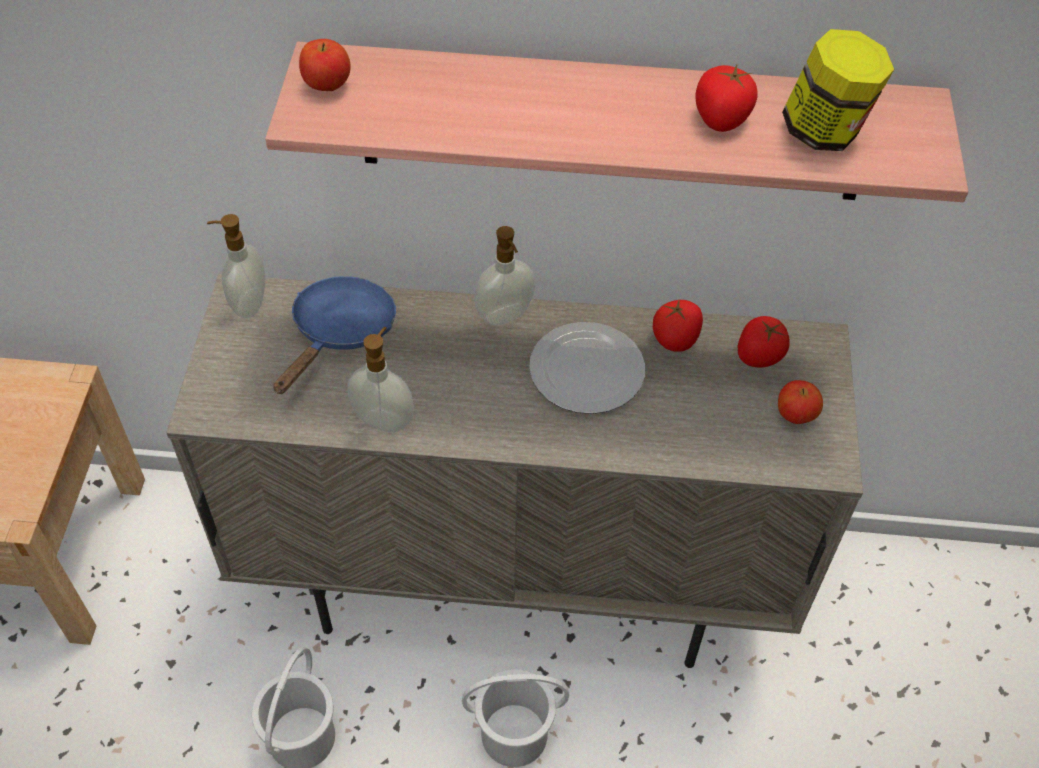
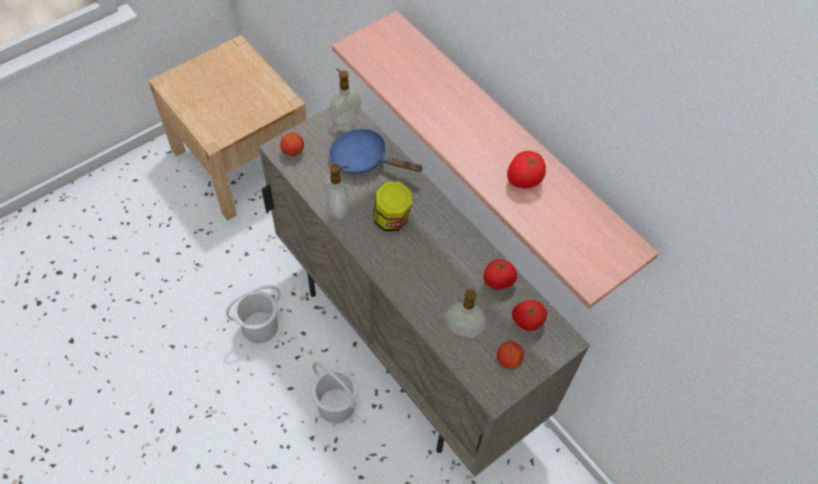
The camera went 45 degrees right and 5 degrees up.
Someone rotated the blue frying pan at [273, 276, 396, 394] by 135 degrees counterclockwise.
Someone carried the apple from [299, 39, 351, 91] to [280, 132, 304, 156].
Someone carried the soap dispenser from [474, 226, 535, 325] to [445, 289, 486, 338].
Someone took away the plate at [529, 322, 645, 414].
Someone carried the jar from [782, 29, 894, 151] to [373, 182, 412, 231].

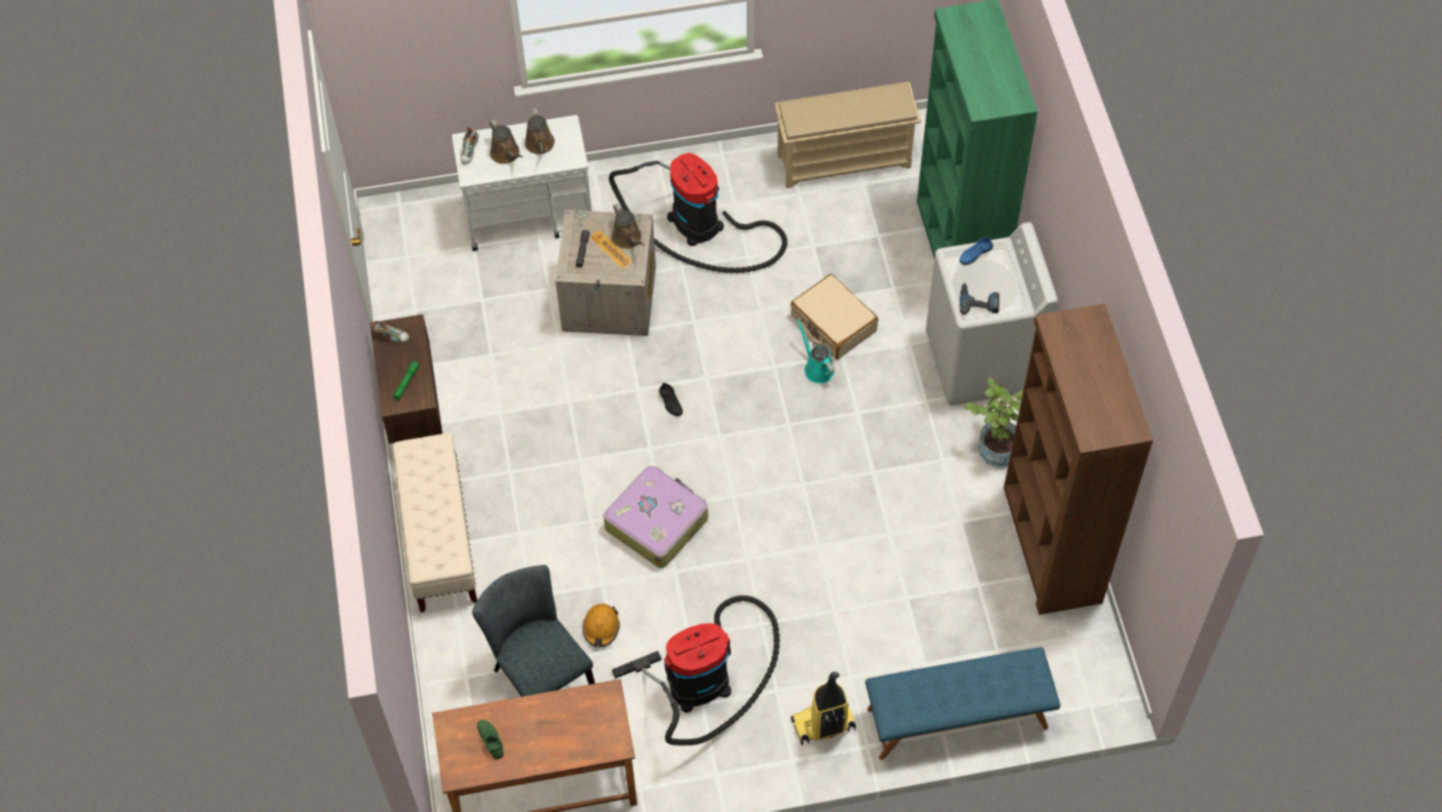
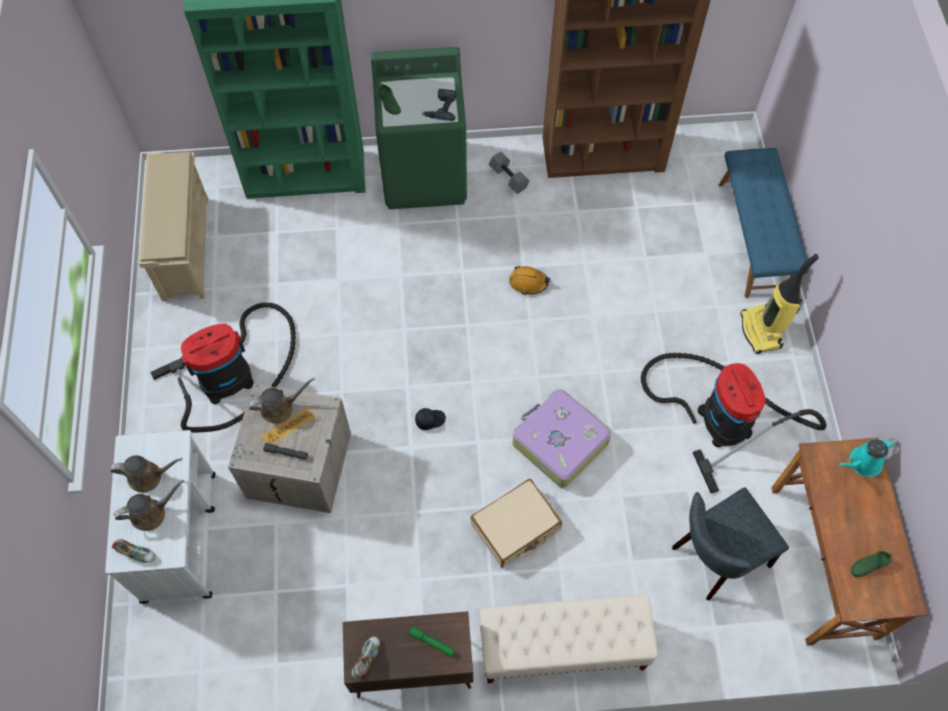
The camera went 85 degrees left and 5 degrees up.
Someone carried the orange hard hat from [582, 603, 620, 647] to [509, 266, 550, 295].
Someone swapped the black shoe at [659, 383, 683, 416] for the black cap at [415, 408, 446, 430].
Someone carried the beige suitcase from [791, 274, 878, 359] to [470, 479, 562, 568].
Someone carried the turquoise watering can from [797, 319, 834, 383] to [838, 438, 898, 477].
Someone repainted the white washing machine at [926, 222, 1058, 406], which became the green washing machine at [371, 47, 467, 209].
Someone repainted the blue shoe at [959, 237, 993, 265], which became the green shoe at [378, 84, 401, 115].
Someone swapped the potted plant at [964, 378, 1023, 468] for the grey dumbbell at [489, 152, 530, 194].

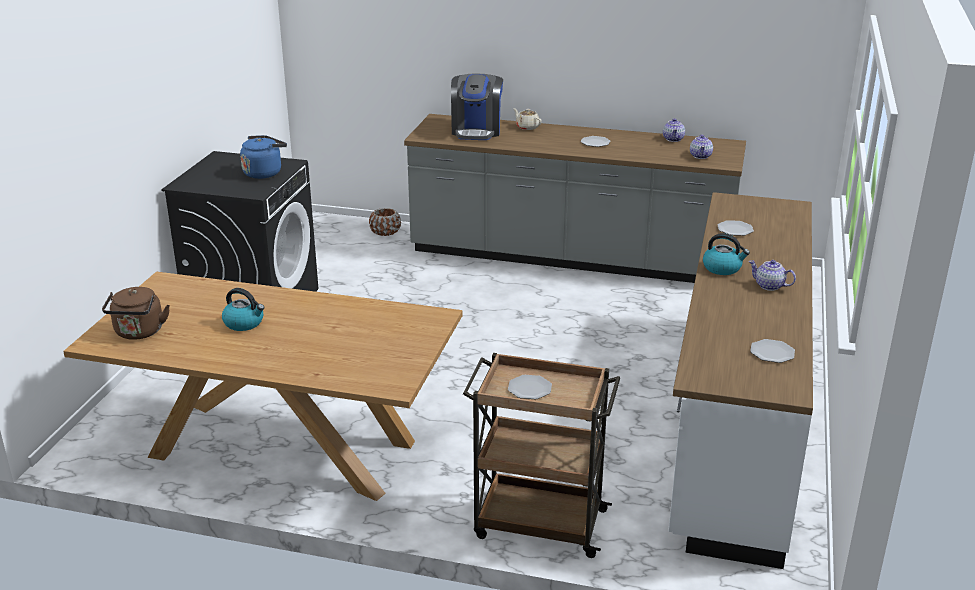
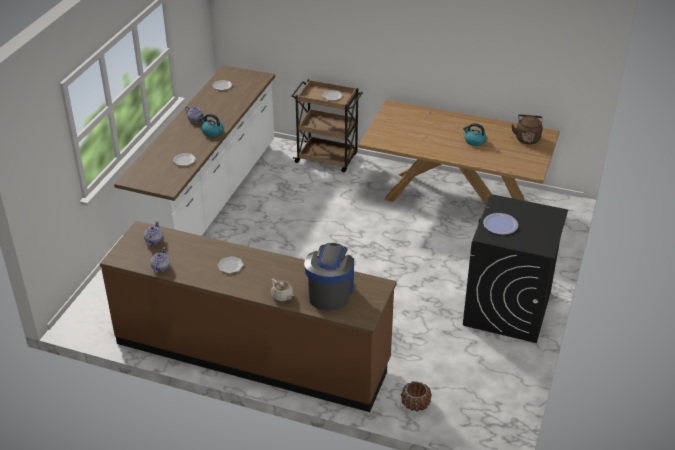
The camera went 175 degrees left and 10 degrees up.
Someone swapped the blue kettle at [240, 135, 287, 179] for the plate at [483, 213, 518, 235].
Someone repainted the grey counter at [404, 114, 746, 283], which became the brown counter at [100, 221, 397, 412].

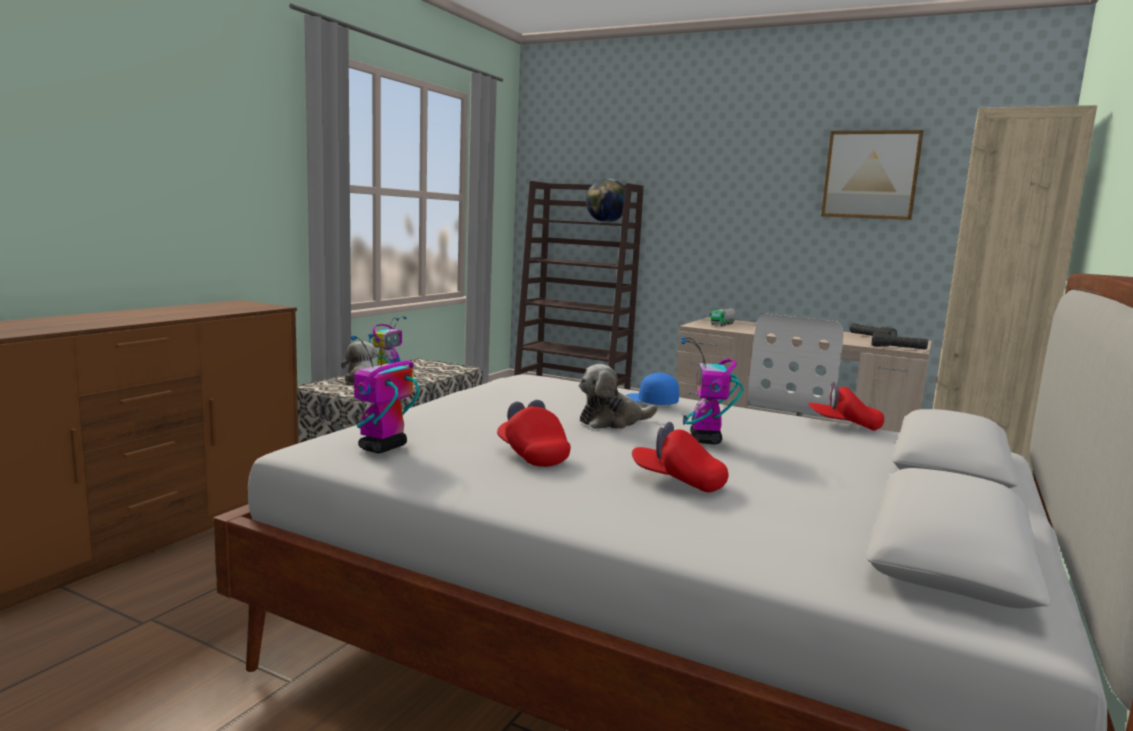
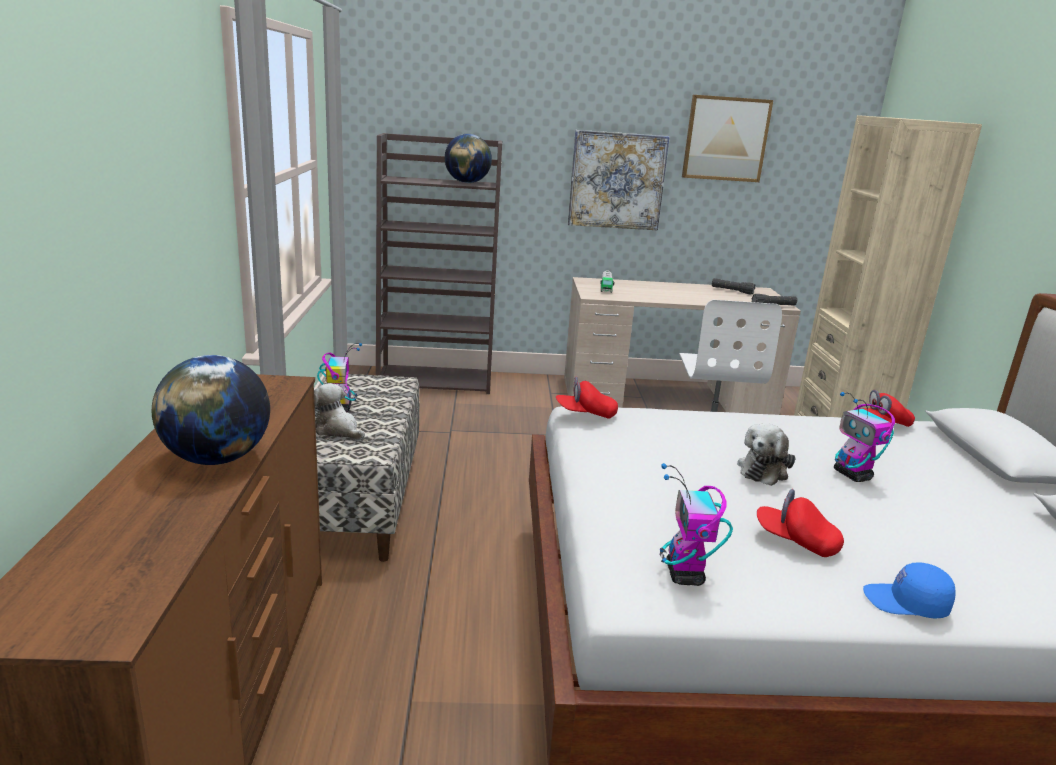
The camera went 30 degrees left and 10 degrees up.
Someone carried the blue cap from [626, 372, 679, 405] to [863, 562, 956, 619].
Someone carried the red cap from [632, 422, 728, 492] to [556, 377, 618, 418].
Someone put down the globe at [152, 355, 270, 465].
Someone put up the picture at [568, 130, 670, 230].

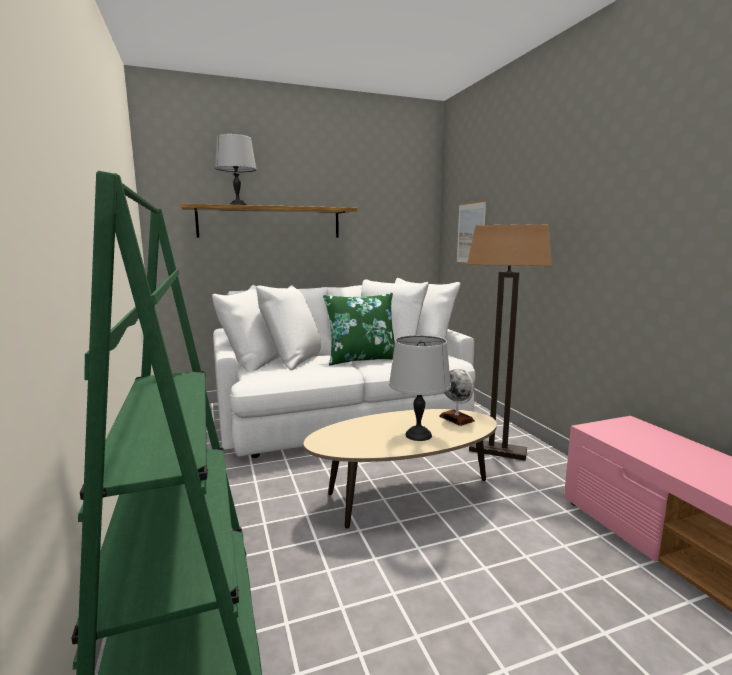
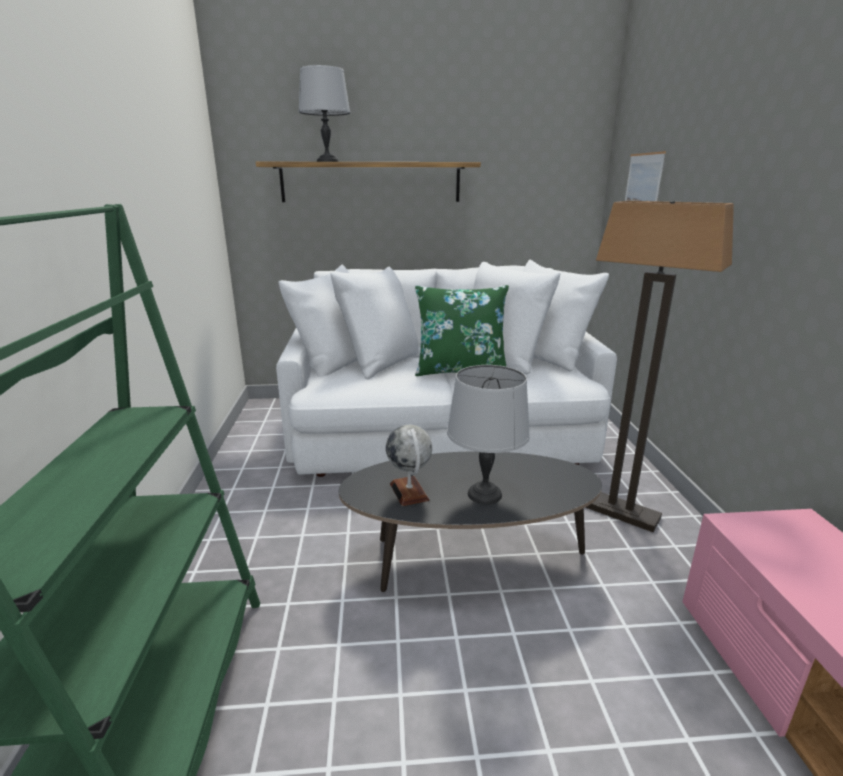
The camera went 15 degrees right and 10 degrees up.
Someone repainted the beige coffee table at [304, 409, 497, 528], which became the black coffee table at [339, 451, 602, 592].
Someone carried the globe from [439, 369, 475, 426] to [386, 425, 432, 506].

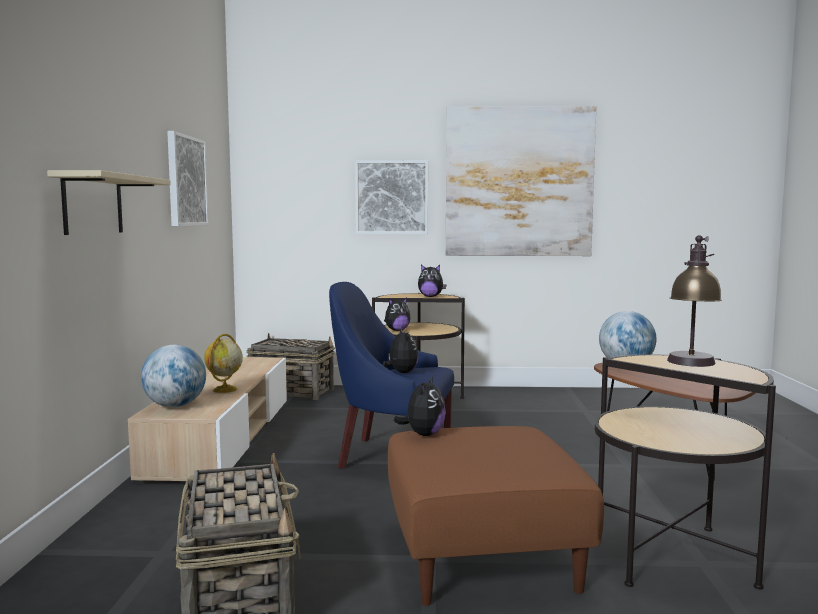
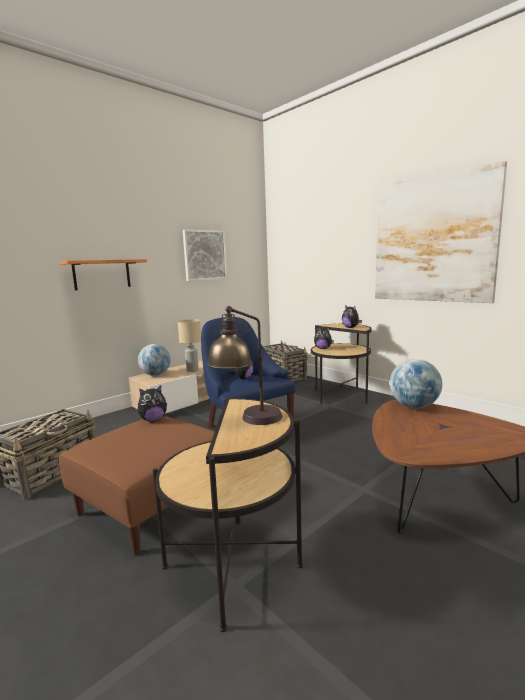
The camera went 45 degrees right and 5 degrees up.
Someone repainted the beige shelf at [47, 170, 171, 235], which became the orange shelf at [60, 259, 147, 290].
Someone swapped the globe at [204, 334, 243, 393] for the beige table lamp at [178, 319, 201, 372].
Someone took away the picture at [355, 160, 428, 234].

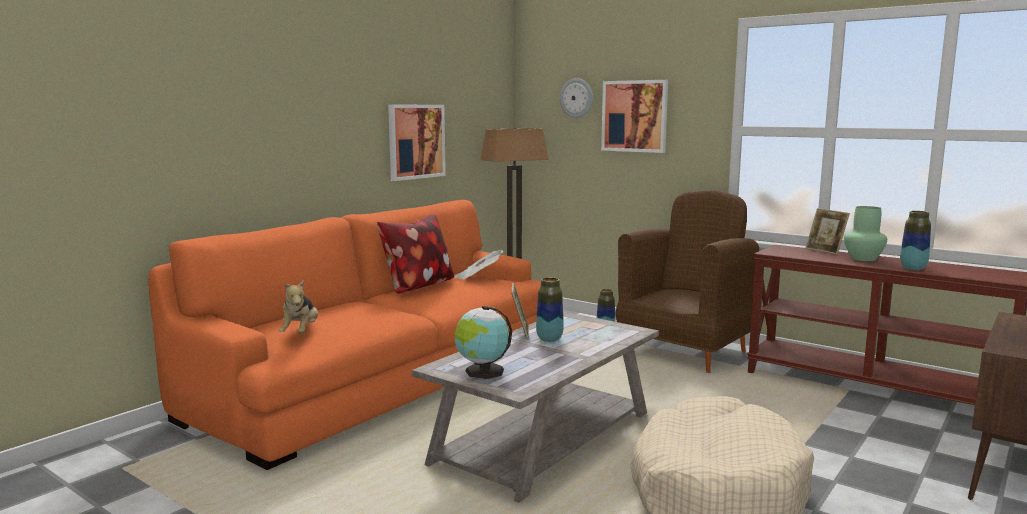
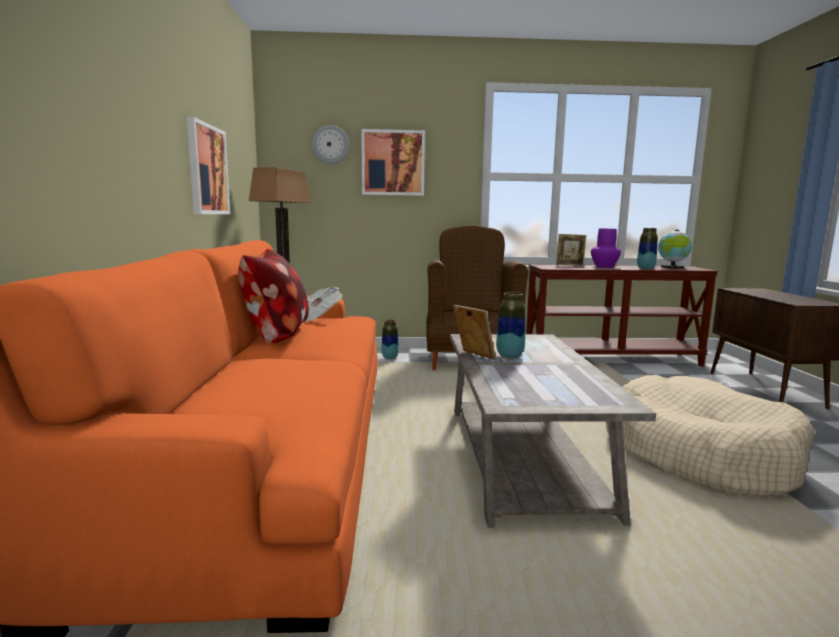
The camera went 40 degrees left and 0 degrees up.
Someone took away the plush toy at [279, 280, 318, 333].
Someone carried the globe from [455, 306, 512, 379] to [658, 230, 692, 269].
Someone repainted the green vase at [844, 206, 887, 261], which became the purple vase at [591, 229, 621, 268].

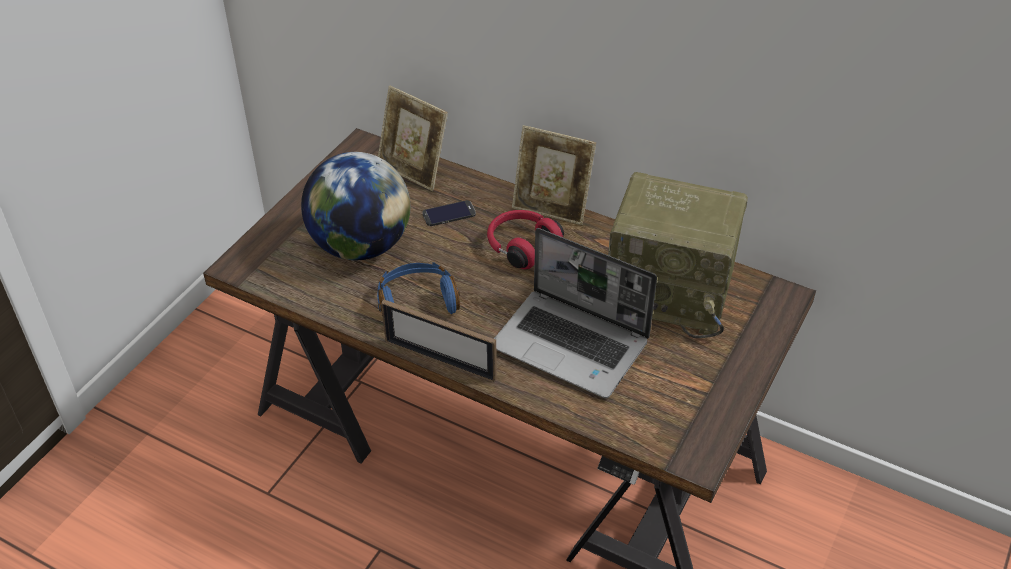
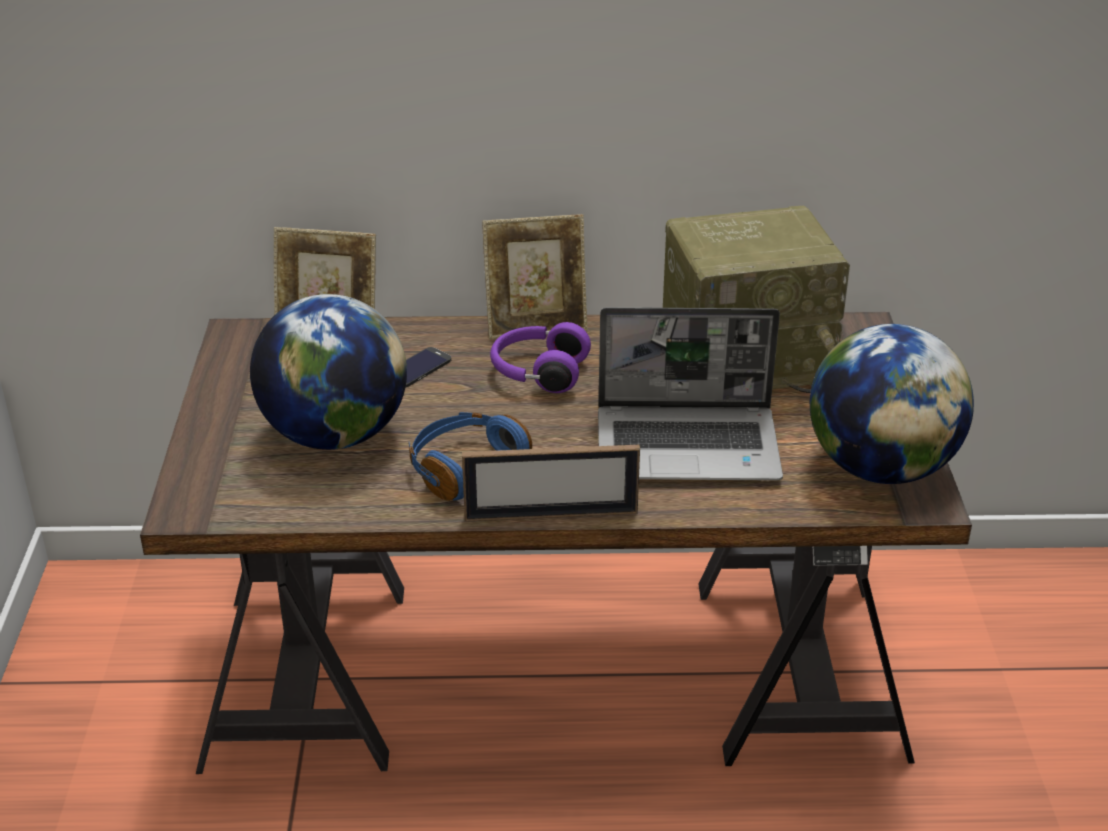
The camera went 30 degrees left and 10 degrees down.
Someone repainted the red headphones at [487, 210, 564, 270], which became the purple headphones at [490, 322, 591, 393].
Someone put down the globe at [810, 324, 974, 484].

